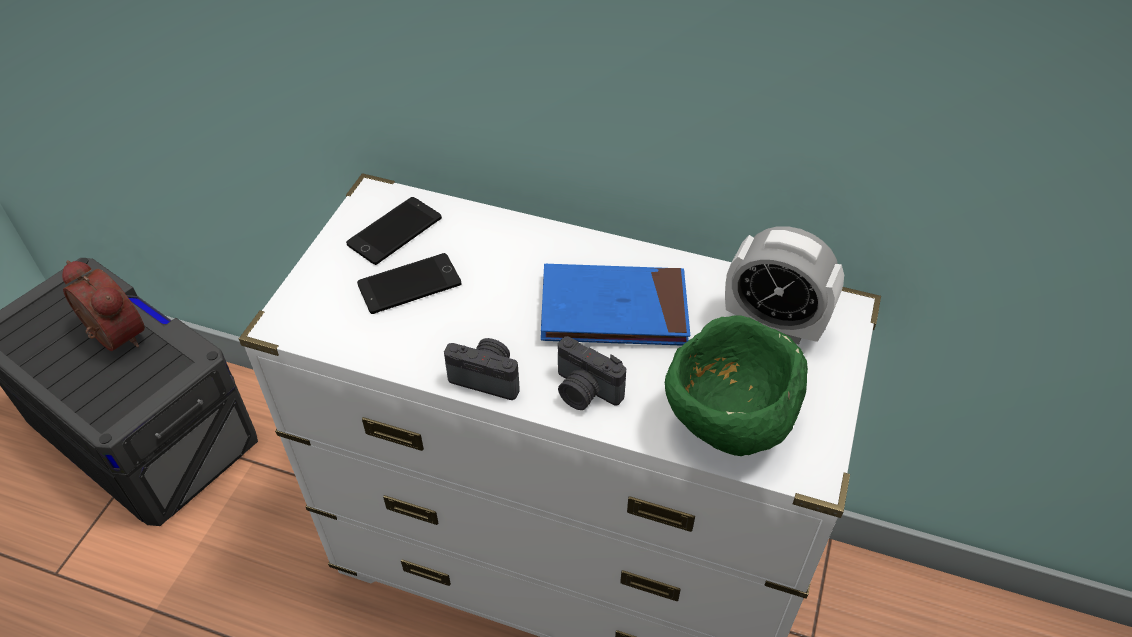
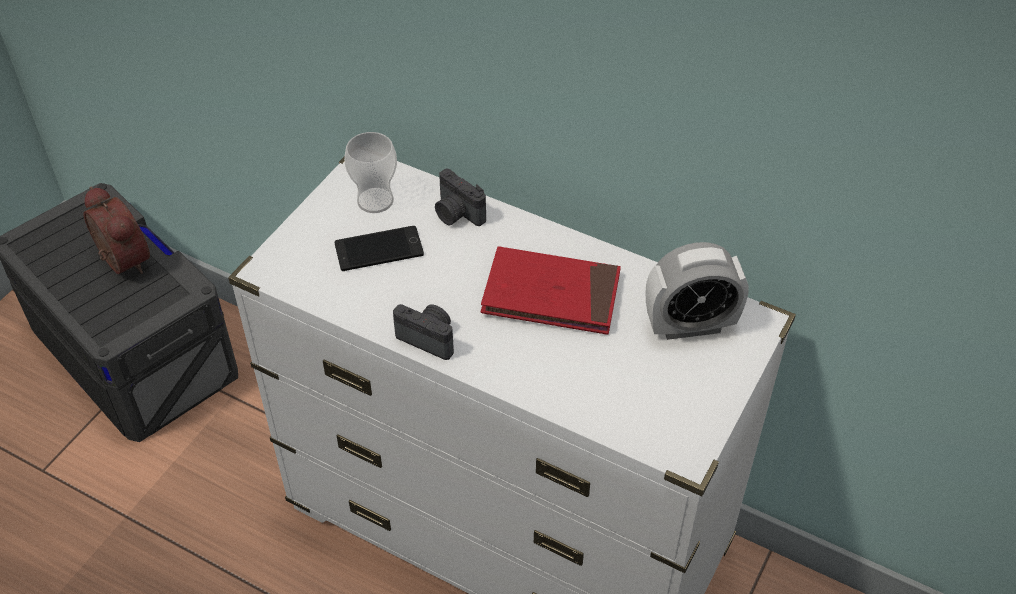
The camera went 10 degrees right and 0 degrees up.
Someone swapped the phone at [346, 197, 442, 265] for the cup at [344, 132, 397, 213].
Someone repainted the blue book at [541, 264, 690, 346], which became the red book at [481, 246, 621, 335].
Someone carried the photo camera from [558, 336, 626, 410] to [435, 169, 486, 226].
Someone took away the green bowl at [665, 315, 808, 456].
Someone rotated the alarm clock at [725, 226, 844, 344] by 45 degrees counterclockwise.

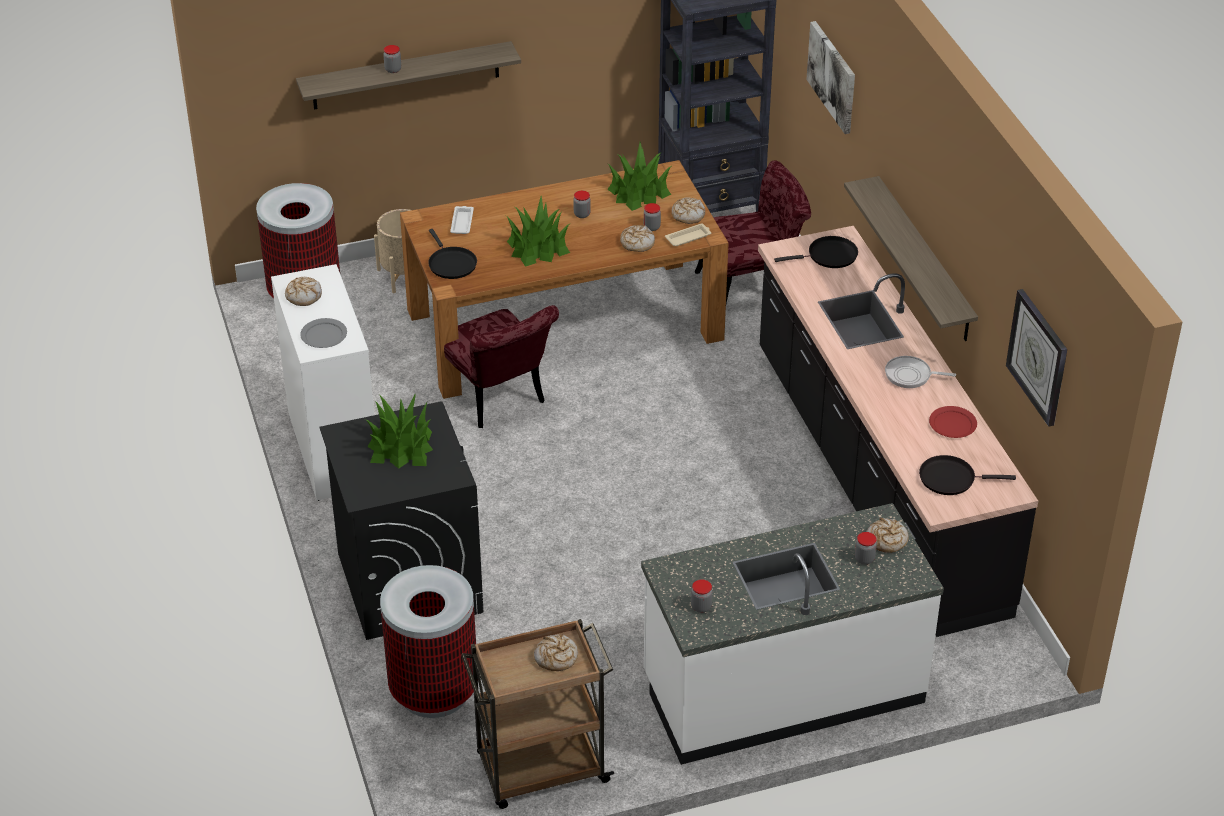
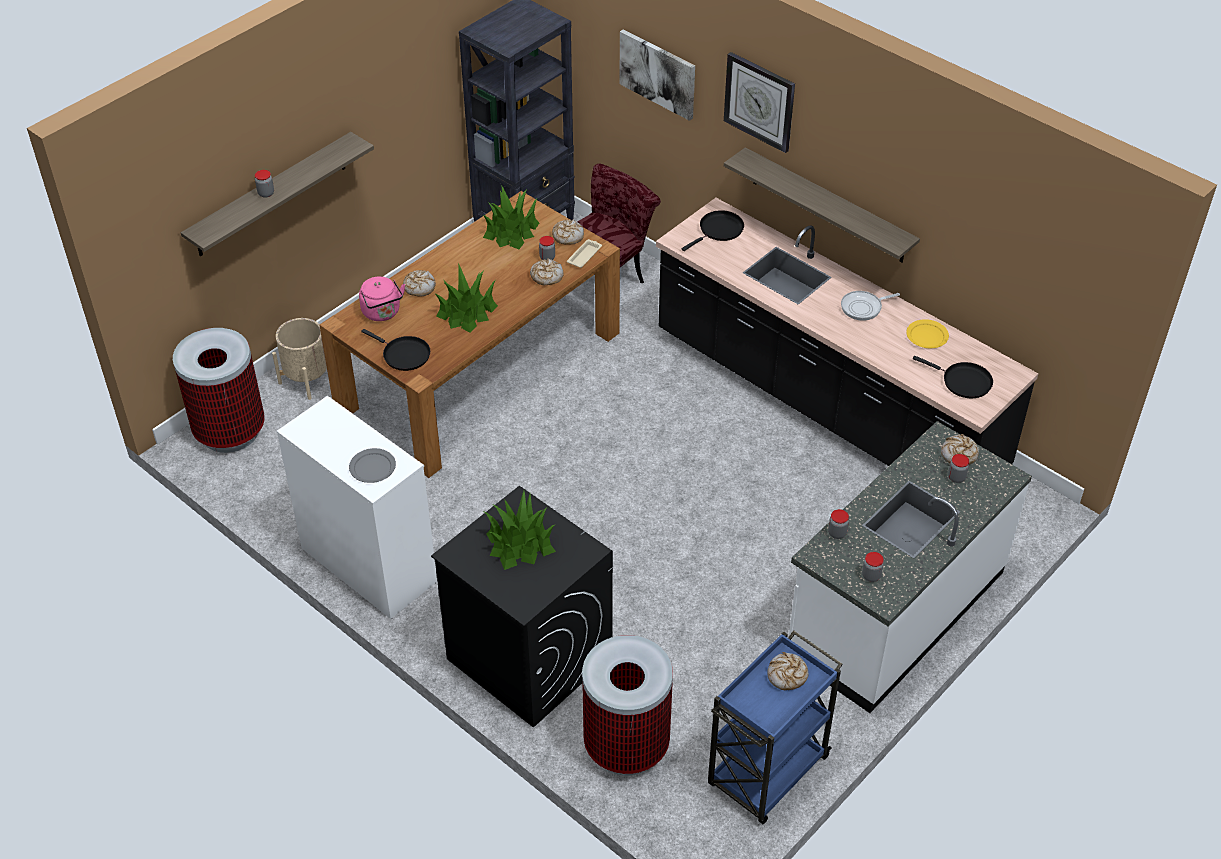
The camera went 30 degrees left and 5 degrees up.
Someone carried the bread from [285, 277, 322, 306] to [403, 270, 436, 297].
Someone took away the red chair at [444, 305, 559, 428].
Someone swapped the white tray at [450, 206, 474, 234] for the pink kettle at [359, 276, 405, 321].
Someone repainted the brown cart at [461, 619, 614, 809], which became the blue cart at [708, 630, 843, 824].
Someone carried the jar from [573, 191, 591, 218] to [828, 509, 849, 539].
Someone rotated the black frying pan at [919, 455, 1016, 495] by 120 degrees counterclockwise.
Someone repainted the red plate at [929, 406, 977, 438], which became the yellow plate at [906, 319, 949, 348].
Someone carried the wall clock from [1006, 289, 1067, 427] to [724, 52, 795, 153].

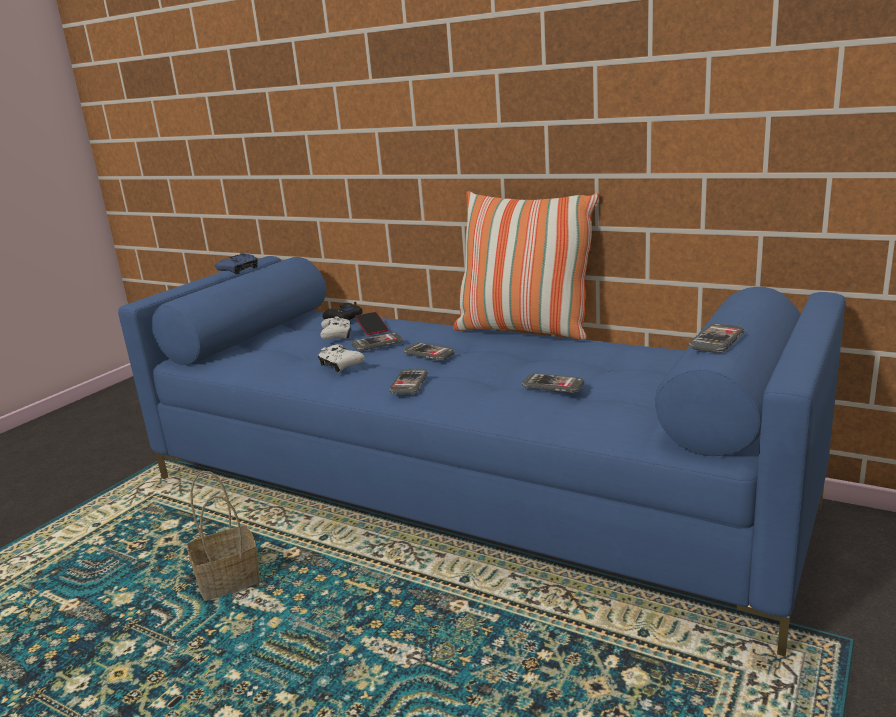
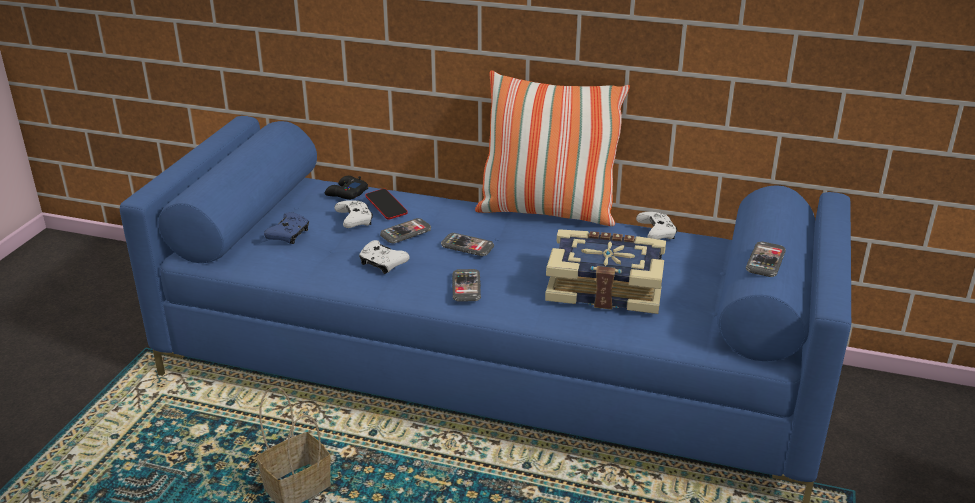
The camera went 15 degrees left and 10 degrees up.
Someone carried the blue game controller from [215, 252, 258, 274] to [264, 212, 309, 244].
Someone swapped the phone at [522, 373, 584, 393] for the book at [545, 229, 666, 314].
Someone put down the white game controller at [636, 212, 677, 240].

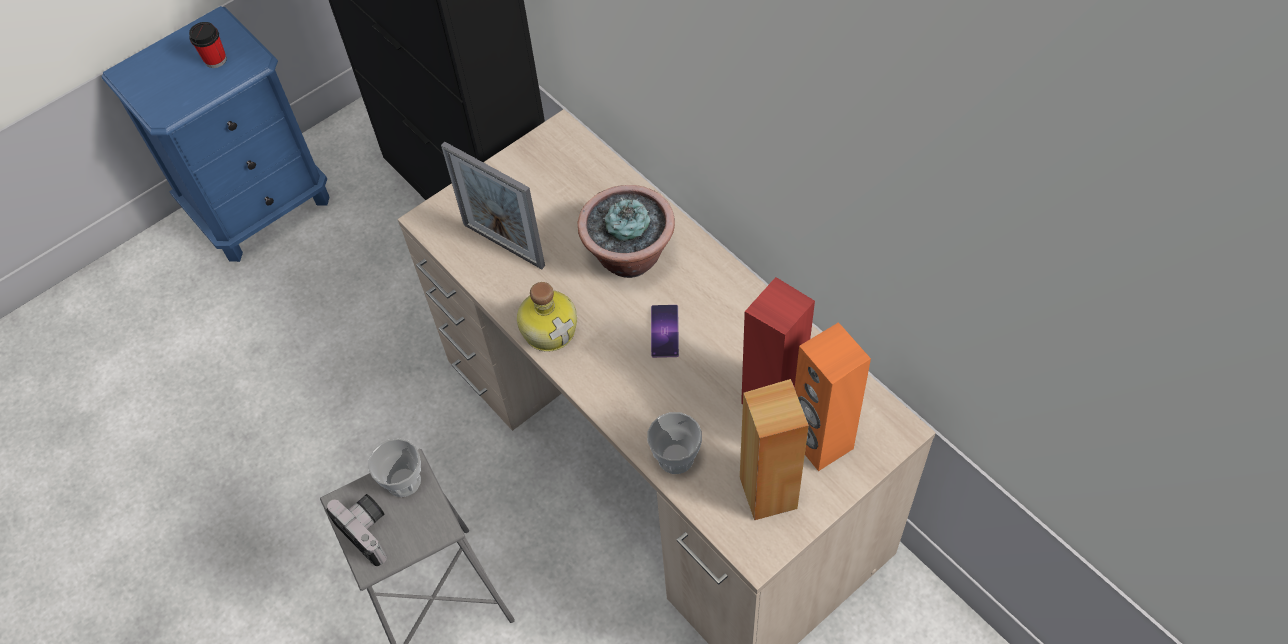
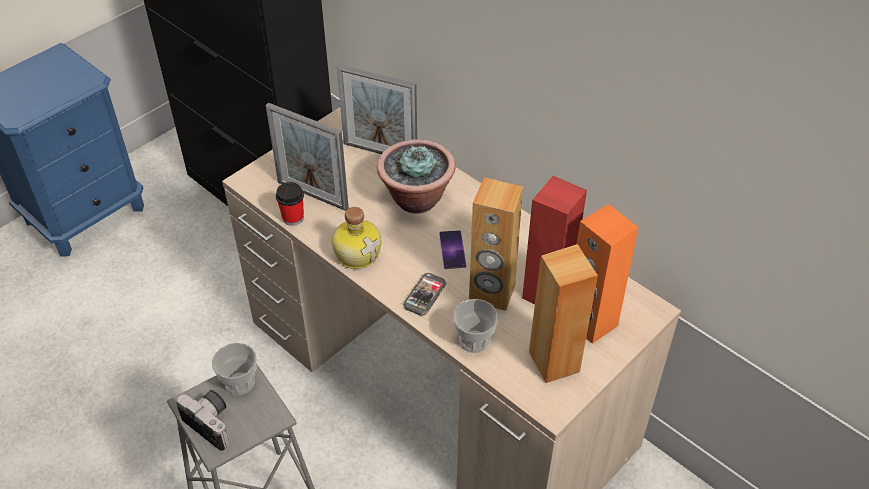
The camera went 10 degrees left and 10 degrees down.
Someone carried the cup from [189, 22, 227, 68] to [276, 182, 304, 226].
Someone put down the picture frame at [337, 65, 417, 154].
Someone put down the phone at [403, 273, 447, 316].
Someone put down the brown speaker at [469, 177, 523, 311].

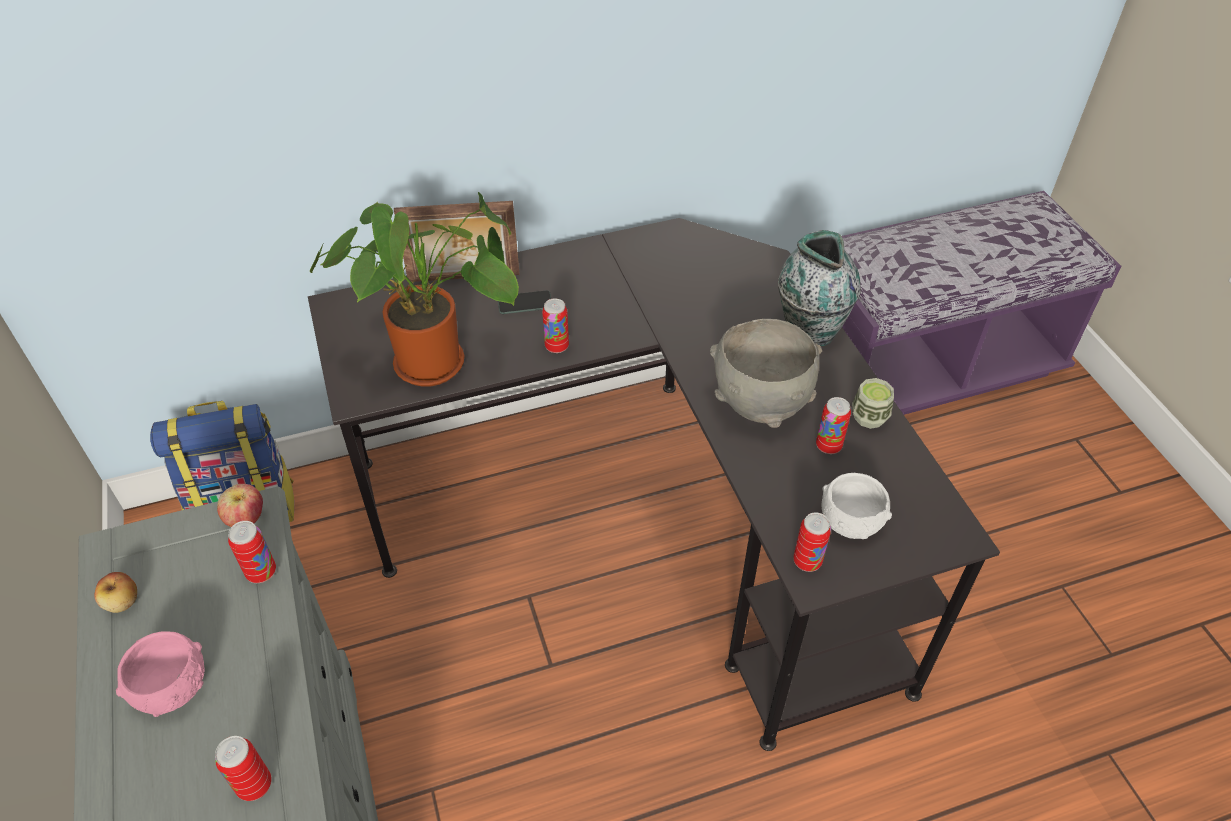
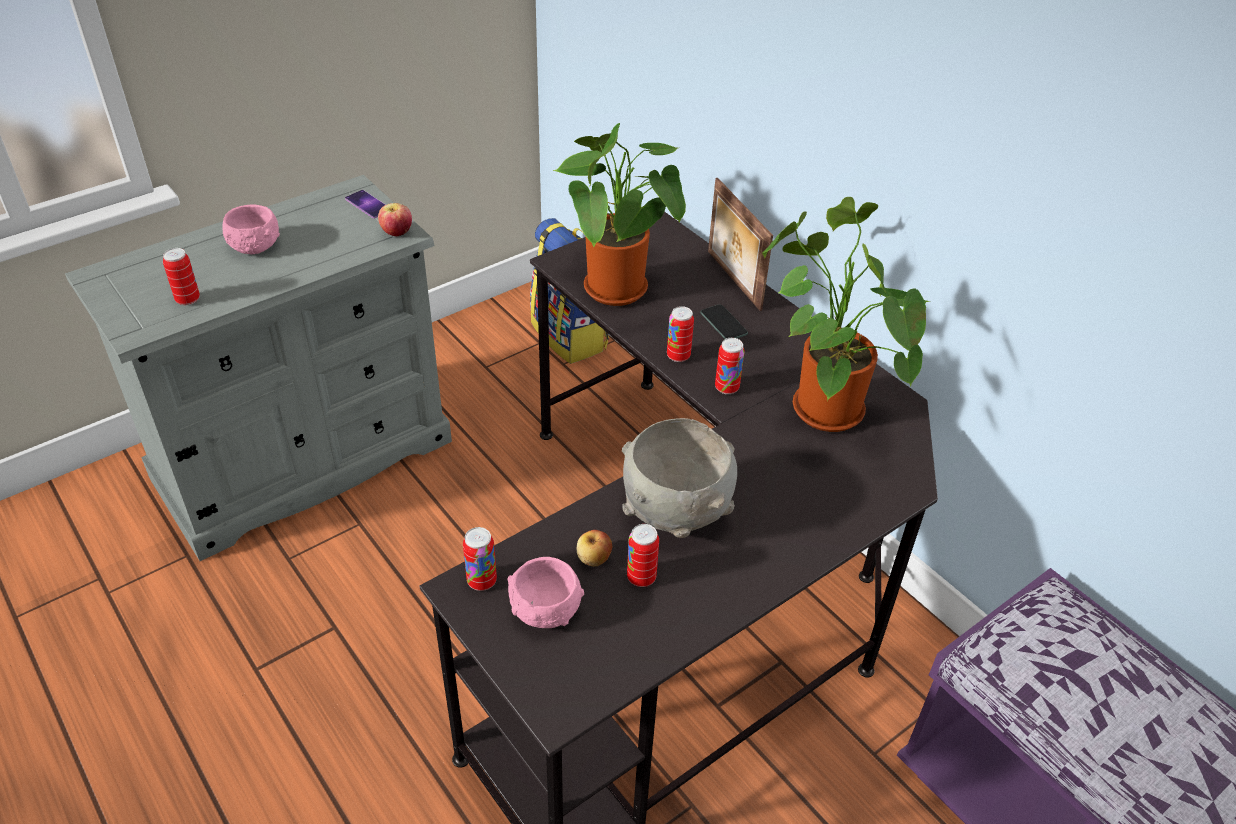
The camera went 70 degrees right and 5 degrees down.
Someone carried the apple from [95, 572, 137, 613] to [577, 530, 612, 566].
Someone carried the can from [228, 521, 276, 583] to [715, 338, 745, 394].
Someone took away the vase at [778, 230, 861, 346].
Someone repainted the white bowl at [822, 473, 892, 539], which became the pink bowl at [507, 557, 584, 628].
Someone took away the cup at [852, 378, 894, 429].
Someone put down the phone at [345, 190, 385, 219].
Someone put down the potted plant at [762, 197, 931, 432].

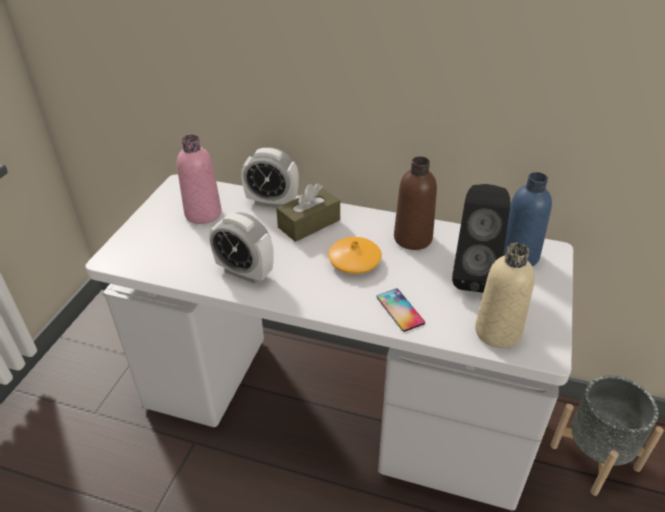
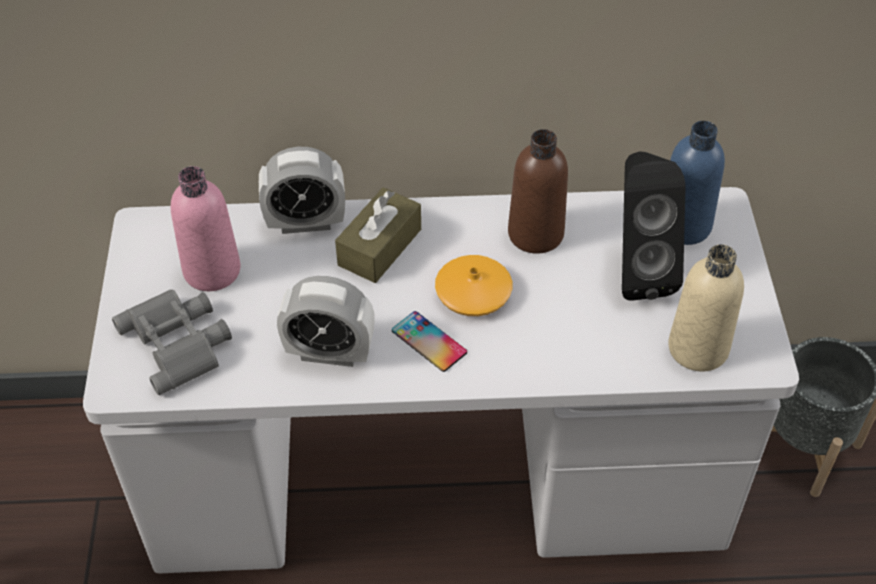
The camera went 20 degrees left and 10 degrees up.
Someone carried the phone from [376, 289, 425, 332] to [392, 311, 467, 372].
Someone put down the grey binoculars at [112, 290, 232, 395].

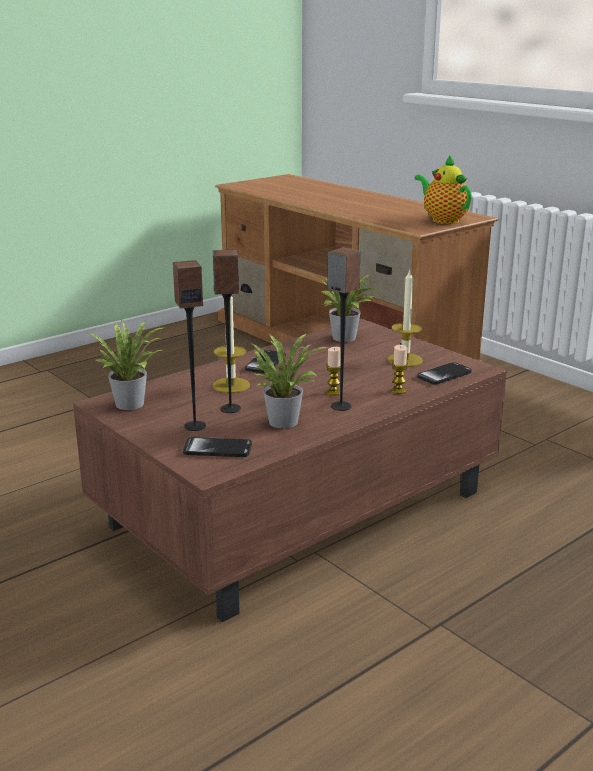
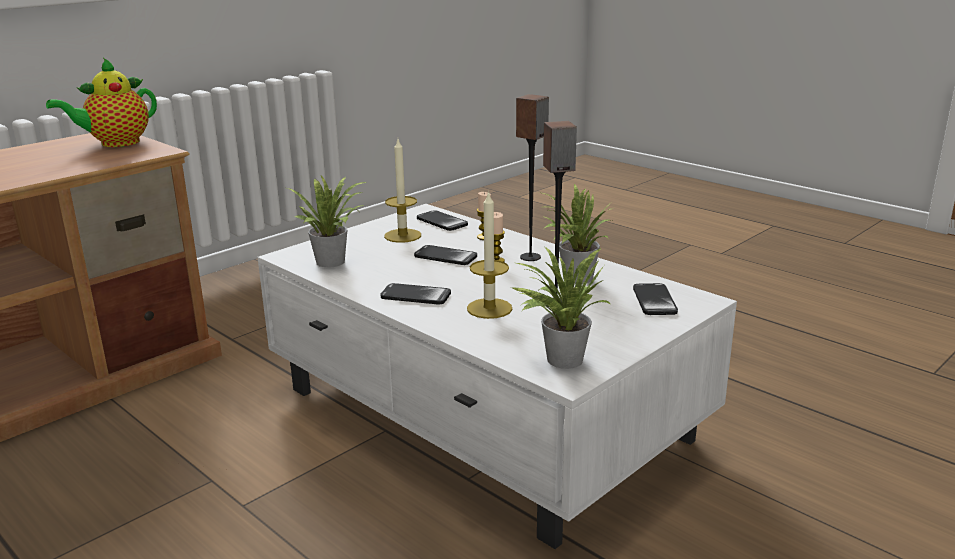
The camera went 95 degrees left and 0 degrees up.
Someone repainted the brown coffee table at [73, 319, 507, 622], which became the white coffee table at [258, 204, 737, 549].
Someone took away the speaker at [173, 260, 206, 431].
Someone put down the phone at [414, 245, 477, 265].

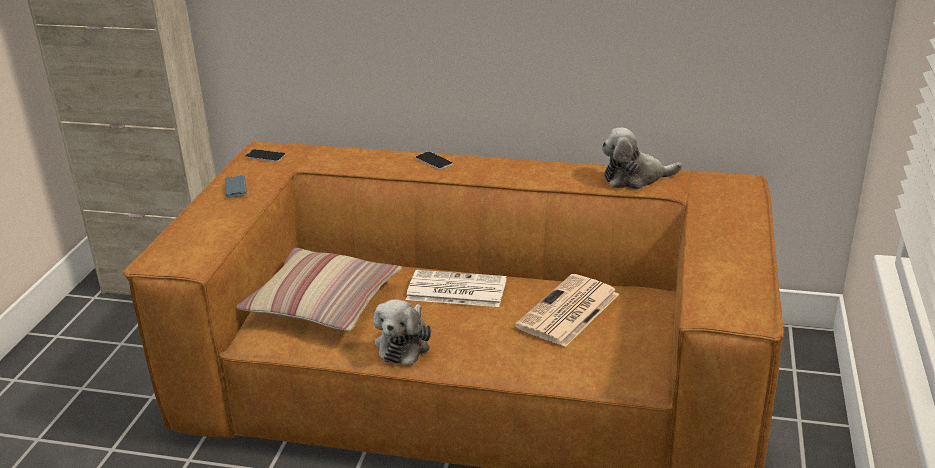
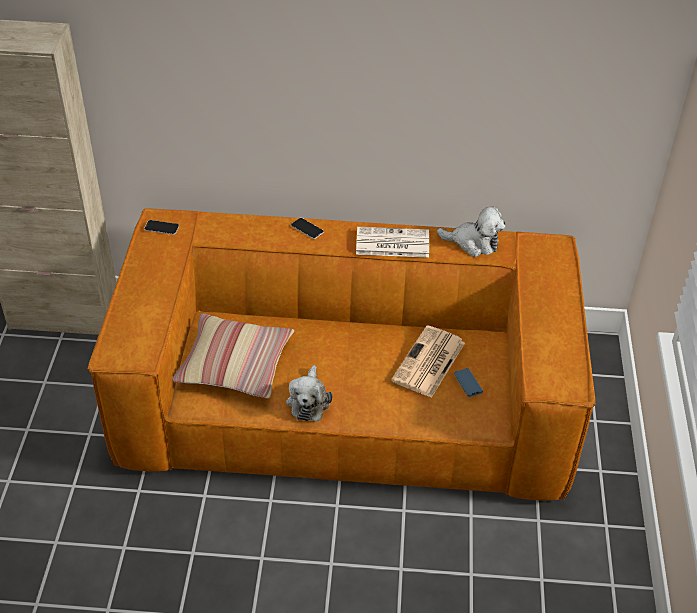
The camera went 10 degrees left and 15 degrees up.
Someone carried the phone from [225, 176, 247, 198] to [454, 368, 483, 397].
Someone carried the newspaper from [406, 270, 507, 307] to [356, 227, 429, 258].
Someone rotated the plush toy at [601, 128, 682, 189] by 150 degrees counterclockwise.

